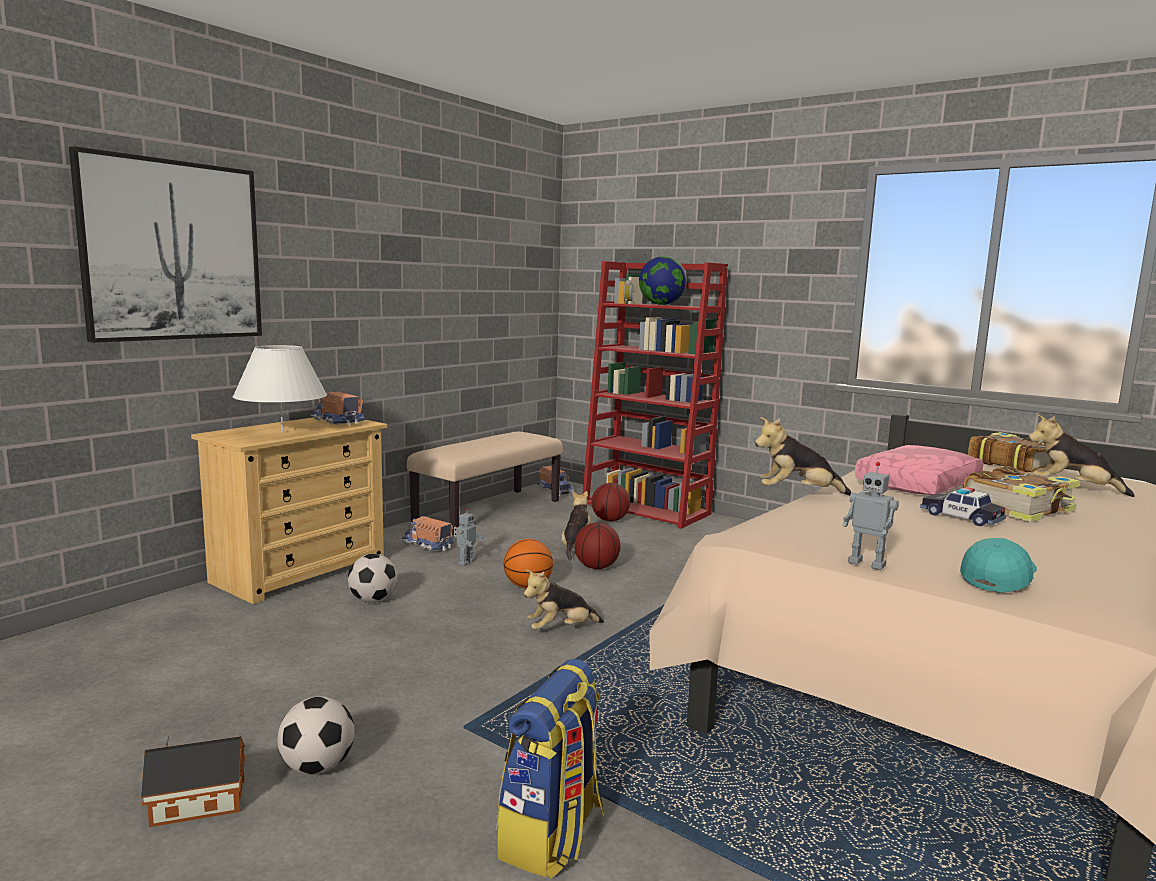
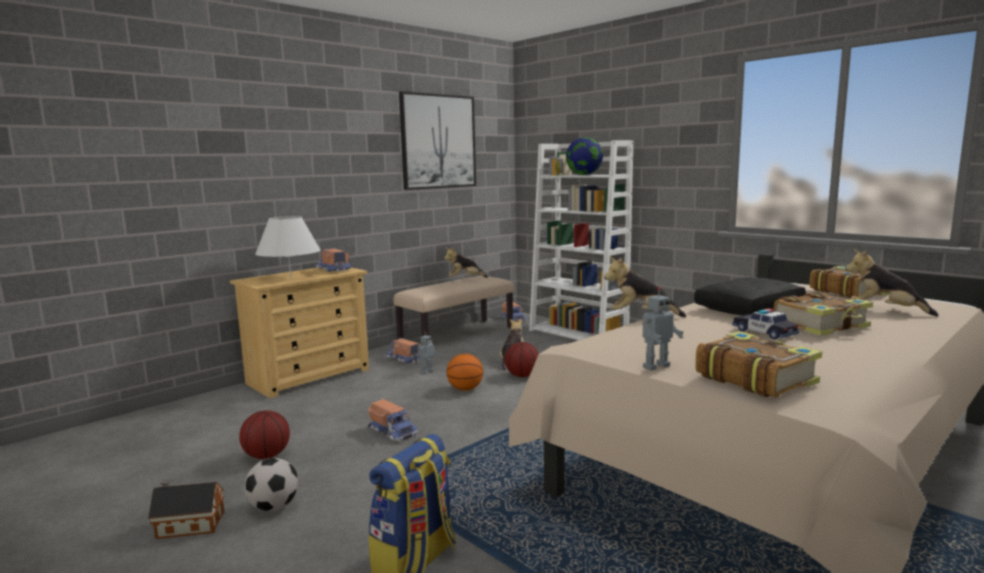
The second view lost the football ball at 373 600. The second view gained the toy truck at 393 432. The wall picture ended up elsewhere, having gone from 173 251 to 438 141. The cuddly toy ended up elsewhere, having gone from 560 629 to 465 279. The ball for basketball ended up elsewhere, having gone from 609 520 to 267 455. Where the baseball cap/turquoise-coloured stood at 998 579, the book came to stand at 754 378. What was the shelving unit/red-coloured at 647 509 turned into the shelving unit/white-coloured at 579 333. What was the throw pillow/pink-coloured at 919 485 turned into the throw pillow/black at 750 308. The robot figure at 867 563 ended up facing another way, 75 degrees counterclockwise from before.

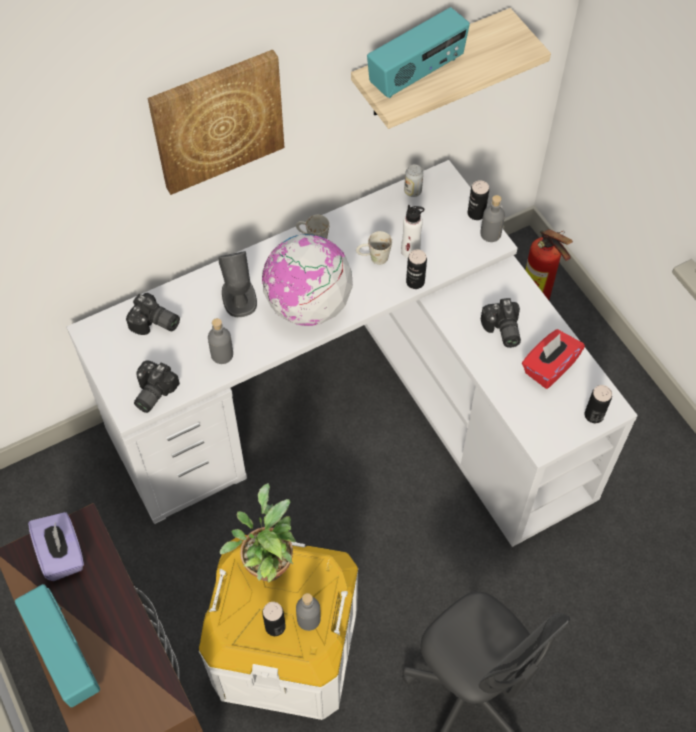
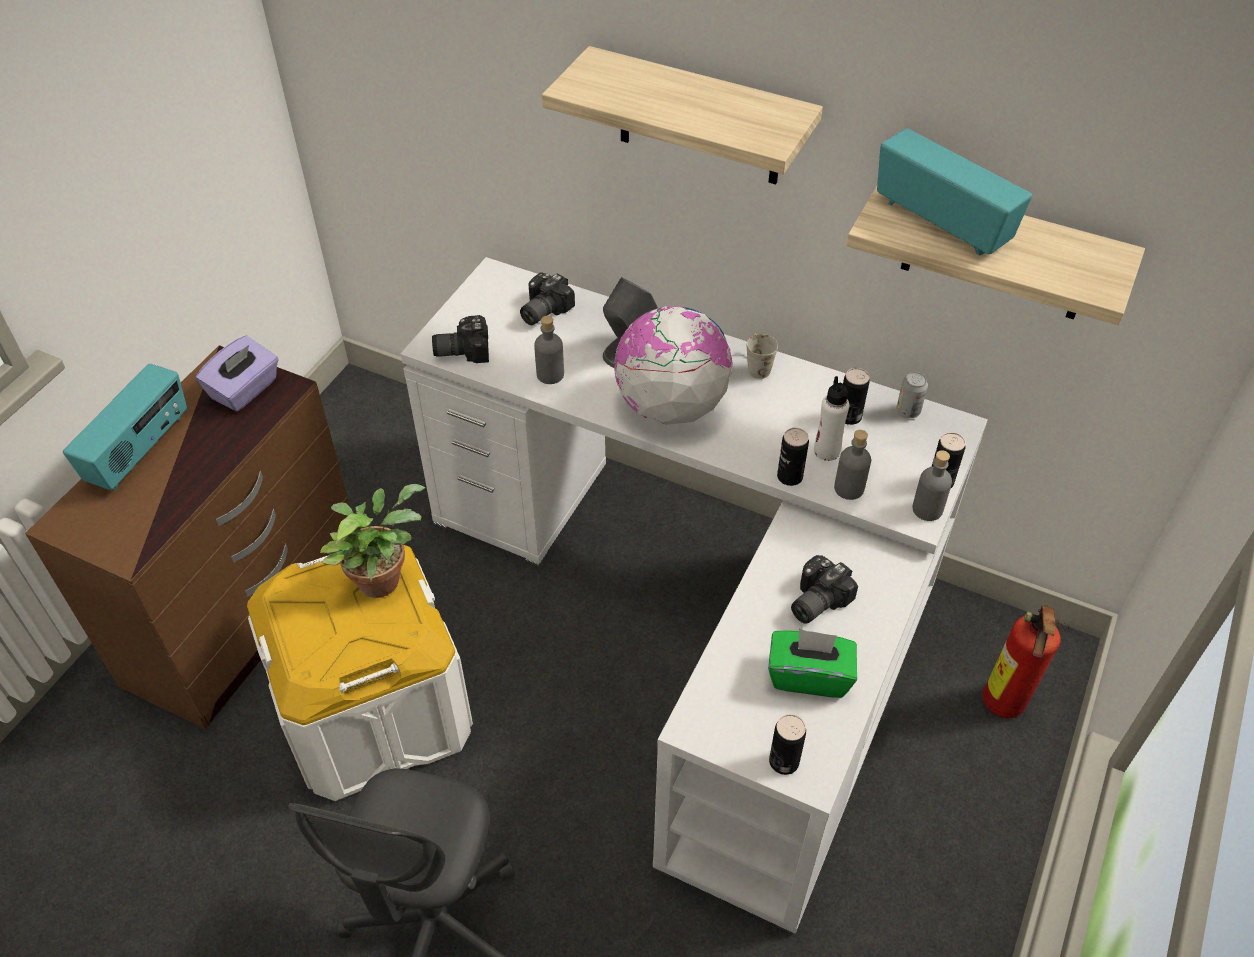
The second view lost the coffee mug/white-coloured at 373 258. The sealed can ended up elsewhere, having gone from 275 626 to 849 416. The bottle/gray ended up elsewhere, having gone from 308 619 to 849 488. Where the wall picture hung at 217 120, the wall shelf came to hang at 700 118. What was the tissue box/red-coloured at 549 367 turned into the tissue box/greenish at 809 675. The still camera at 155 324 ended up facing another way, 45 degrees clockwise from before. The radio receiver at 417 74 ended up facing another way, 150 degrees counterclockwise from before.

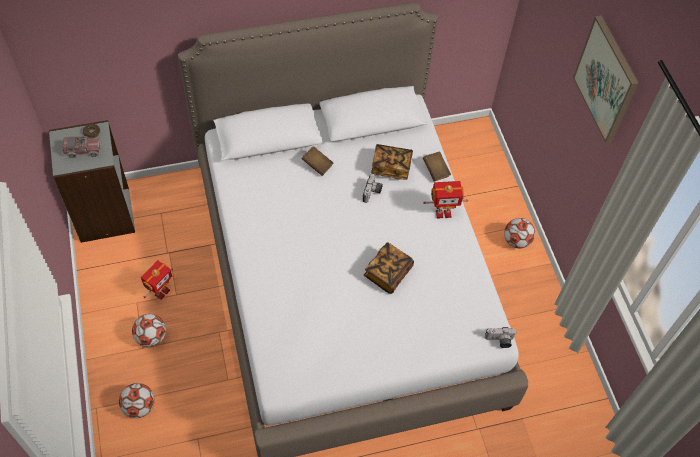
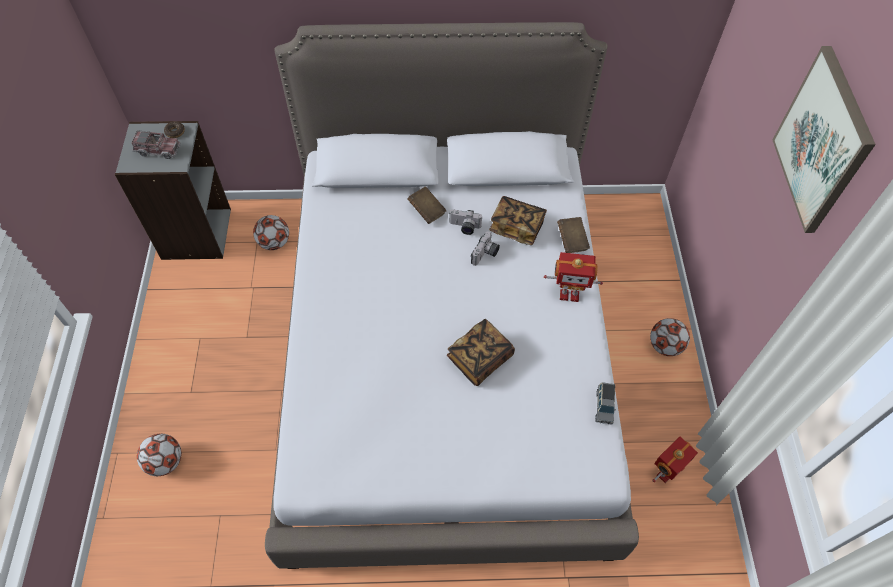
The second view gained the miniature car/gray at 604 407. The football ball ended up elsewhere, having gone from 151 337 to 274 243. The robot figure ended up elsewhere, having gone from 161 292 to 665 472. The still camera ended up elsewhere, having gone from 499 341 to 464 227.

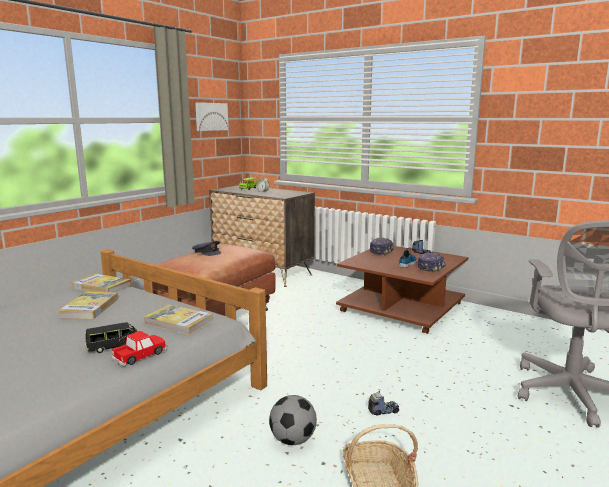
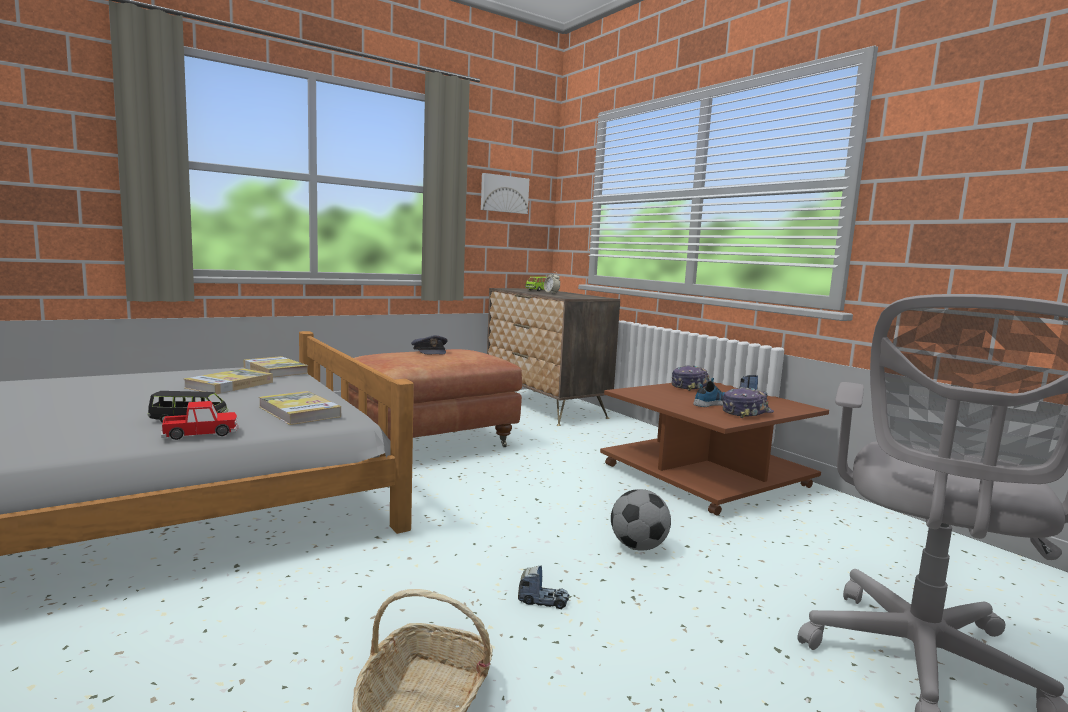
The football ball ended up elsewhere, having gone from 293 440 to 638 547.

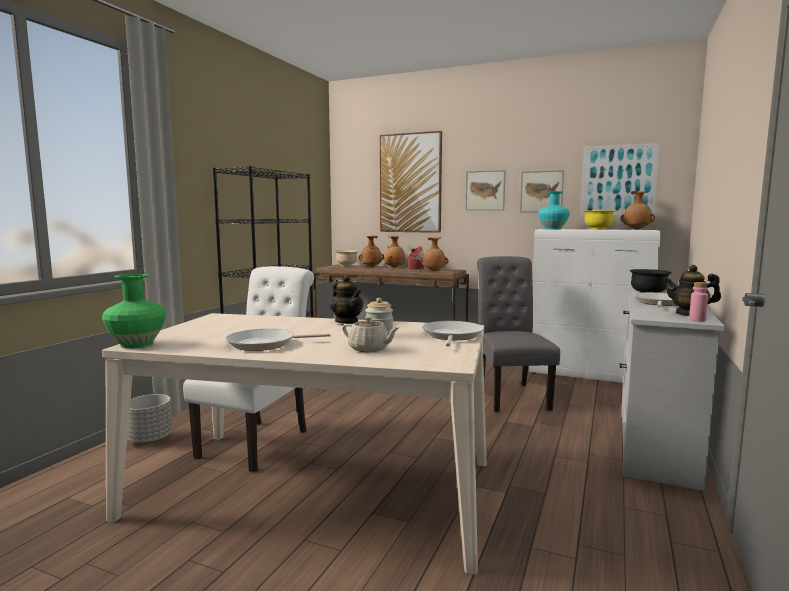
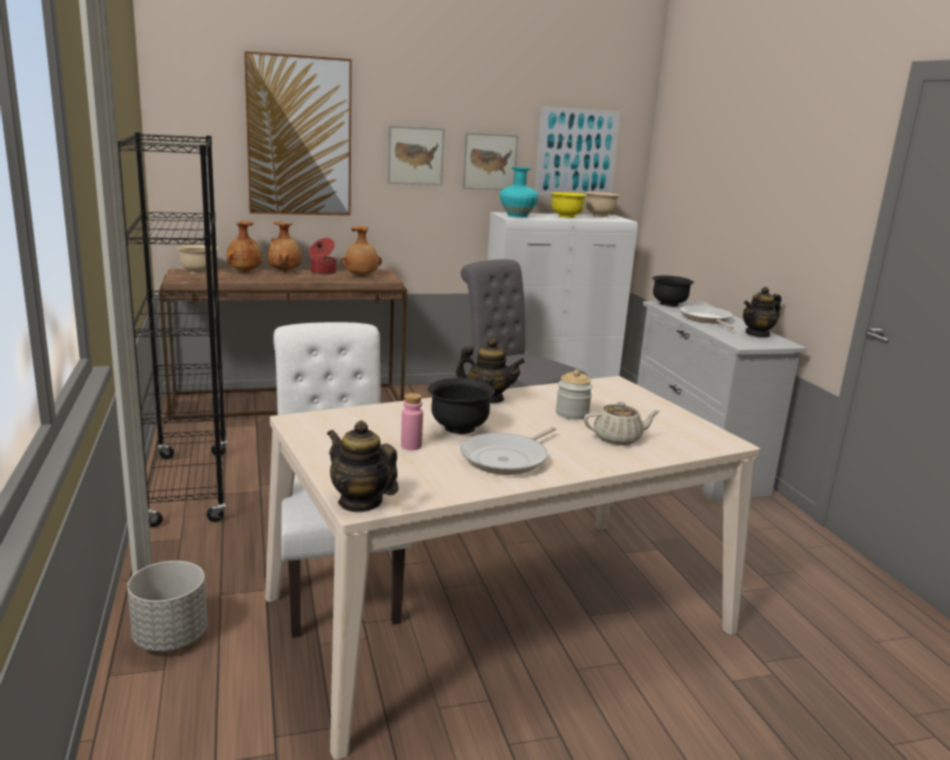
The second view lost the frying pan at 451 336. The second view gained the bowl/black at 459 428. The bottle/pink-coloured ended up elsewhere, having gone from 697 320 to 411 446. Where the vase/greenish stood at 136 344, the teapot came to stand at 360 502. Where the vase/brownish stood at 636 229, the bowl/beige came to stand at 600 216.

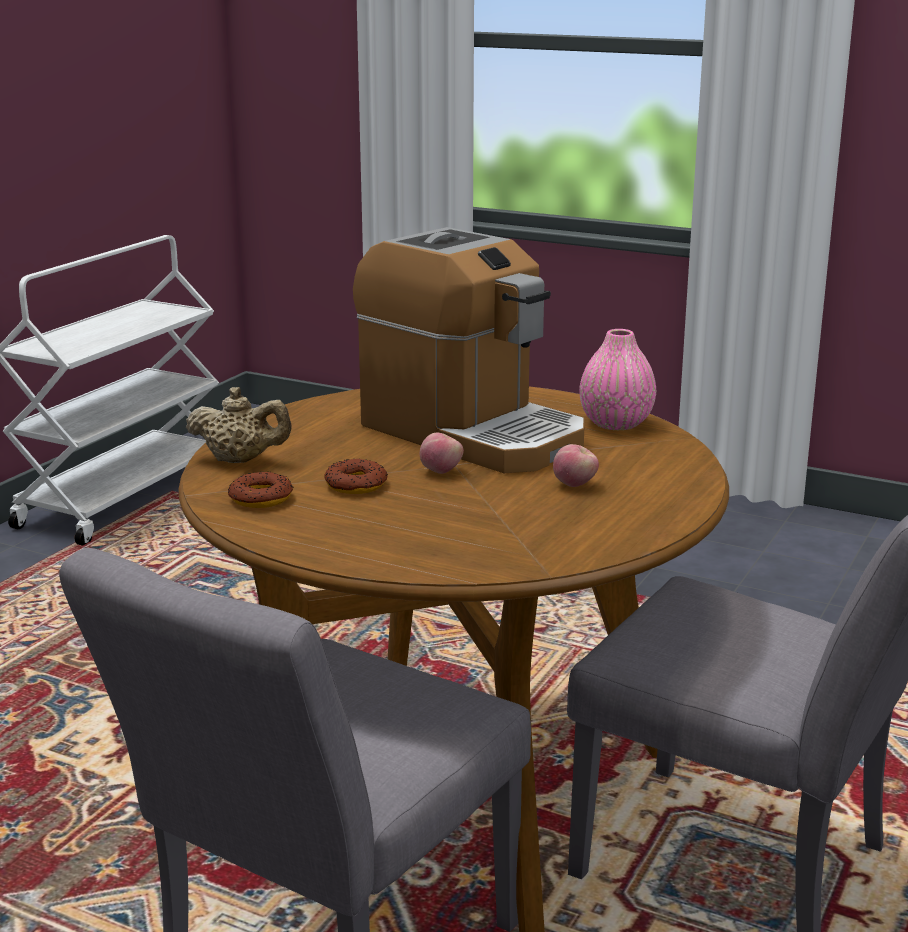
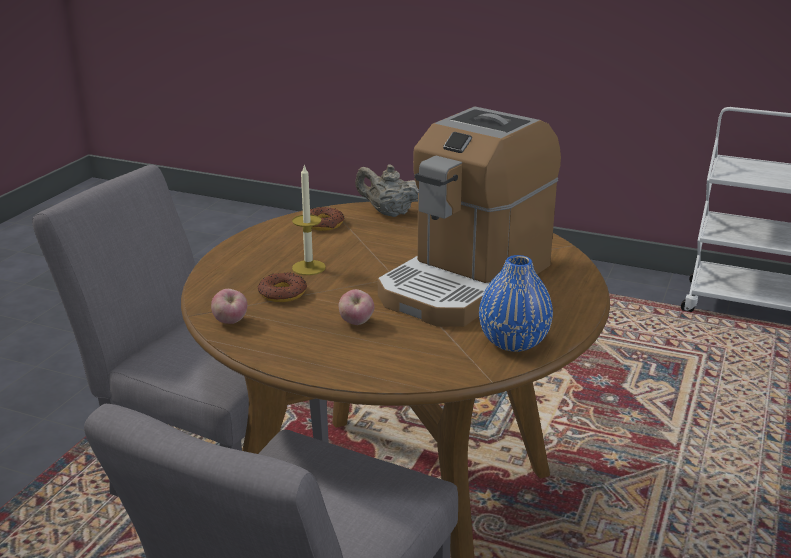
The second view gained the wax light at 308 267. The ring doughnut ended up elsewhere, having gone from 355 485 to 282 293. The apple ended up elsewhere, having gone from 441 471 to 230 322. What was the vase/pink-coloured at 616 423 turned into the vase/blue-coloured at 514 342. The teapot/beige at 241 460 ended up facing another way, 105 degrees clockwise from before.

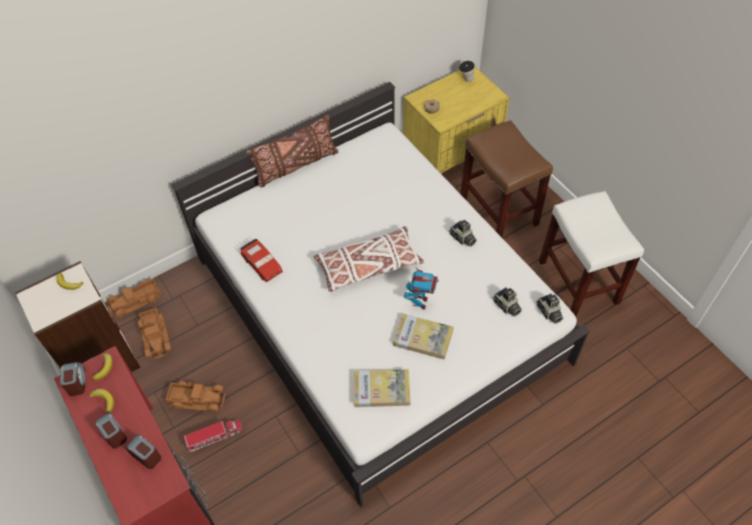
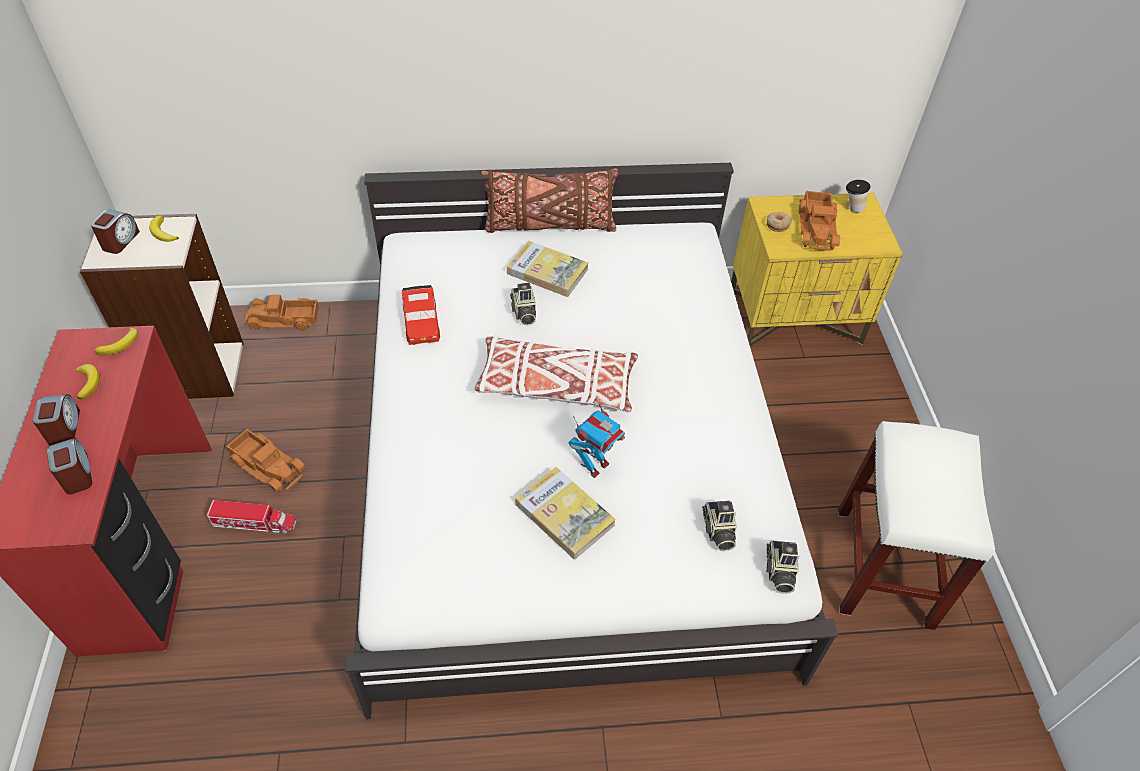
The second view lost the sitting stool/brownish at 499 212. The bedside clock ended up elsewhere, having gone from 77 382 to 120 241. The toy truck ended up elsewhere, having gone from 156 336 to 817 228. The book ended up elsewhere, having gone from 381 389 to 547 271. The still camera ended up elsewhere, having gone from 462 239 to 523 313.

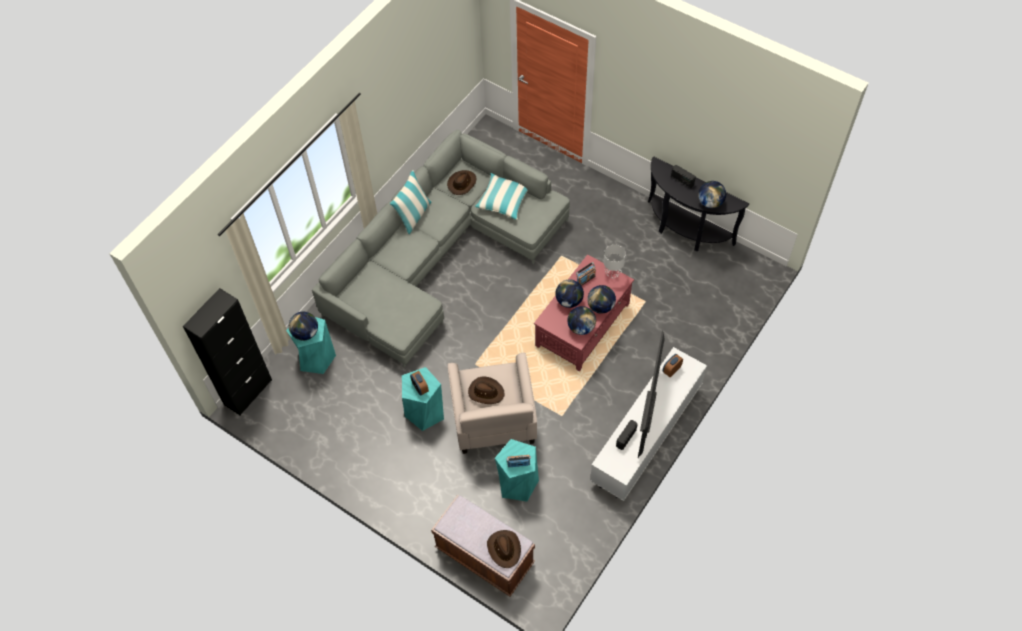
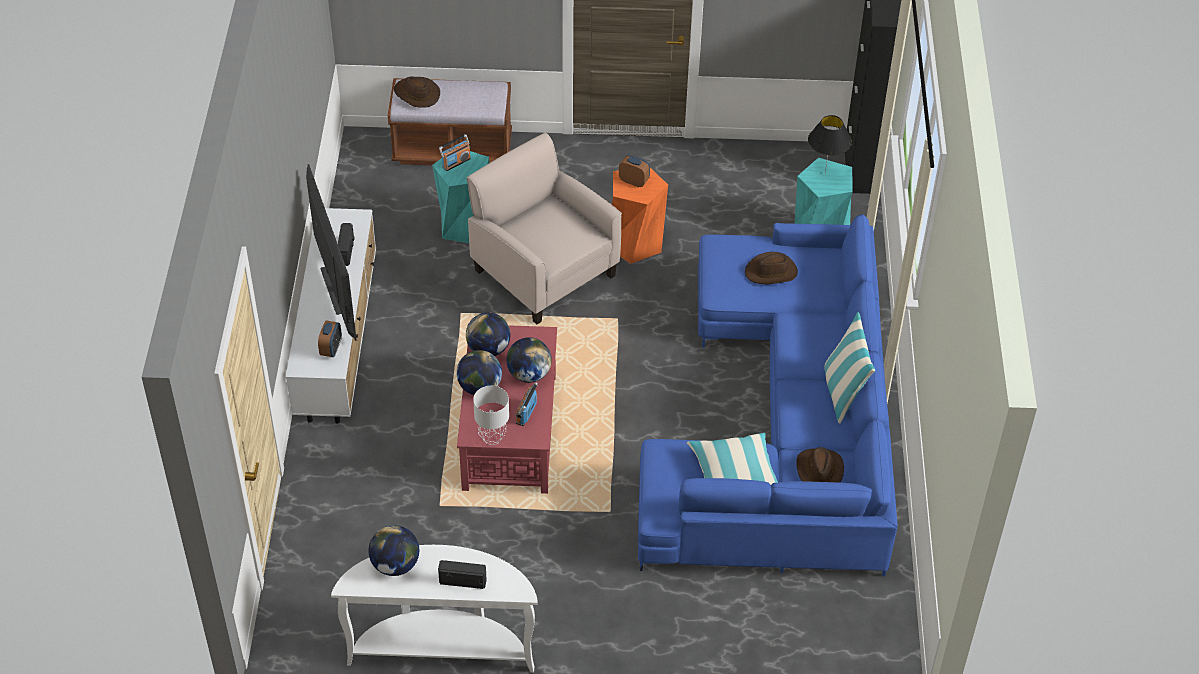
The clothing hat/brownish ended up elsewhere, having gone from 486 392 to 771 272. Where the world globe stood at 306 333, the lamp for a table/black came to stand at 825 174. What was the couch/gray at 440 255 turned into the couch/blue-coloured at 784 428. What was the sitting stool/turquoise-coloured at 425 412 turned into the sitting stool/orange-coloured at 634 242. What was the console table/black at 685 230 turned into the console table/white-coloured at 442 647.

